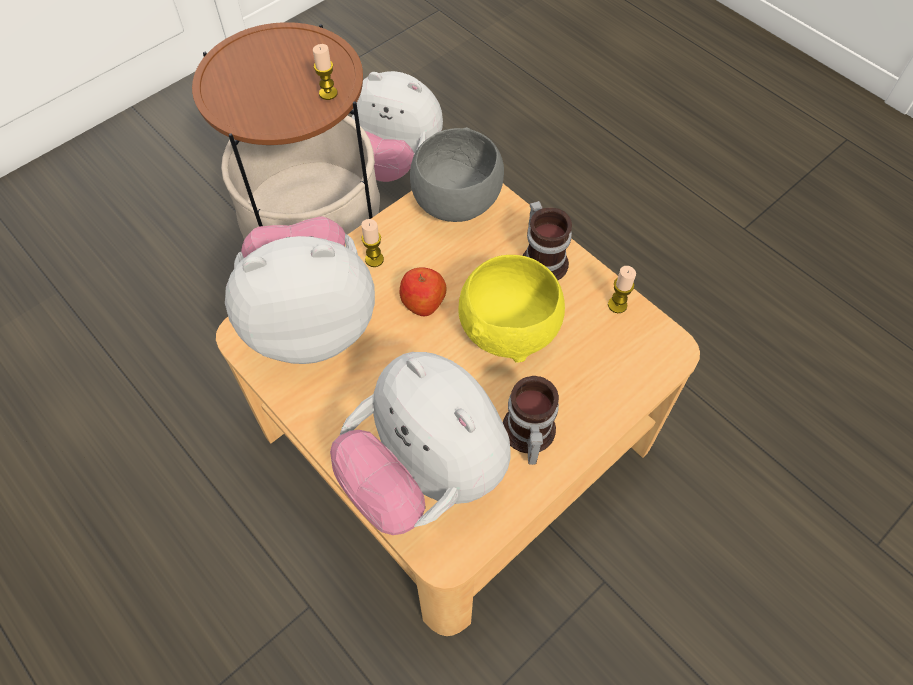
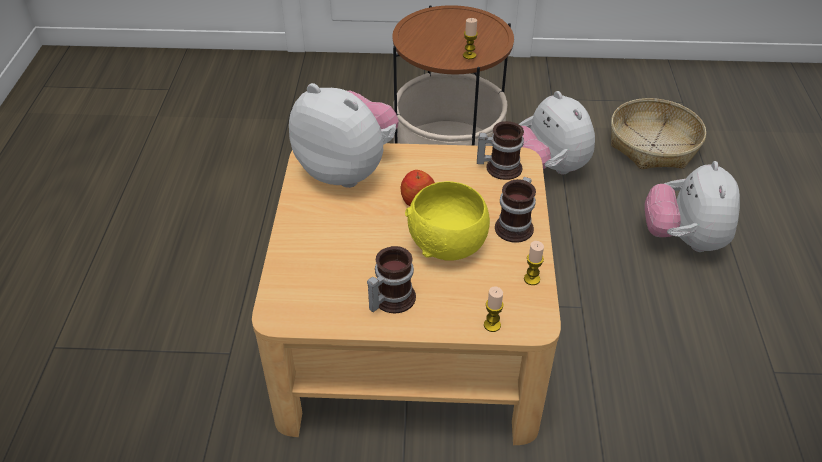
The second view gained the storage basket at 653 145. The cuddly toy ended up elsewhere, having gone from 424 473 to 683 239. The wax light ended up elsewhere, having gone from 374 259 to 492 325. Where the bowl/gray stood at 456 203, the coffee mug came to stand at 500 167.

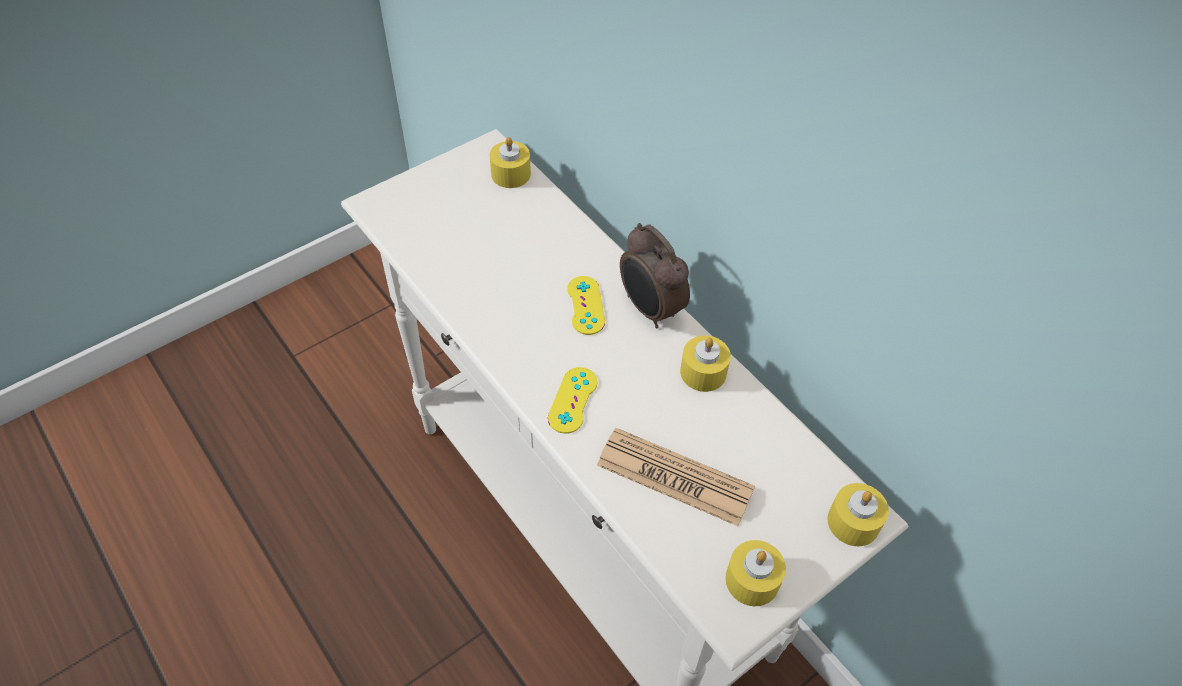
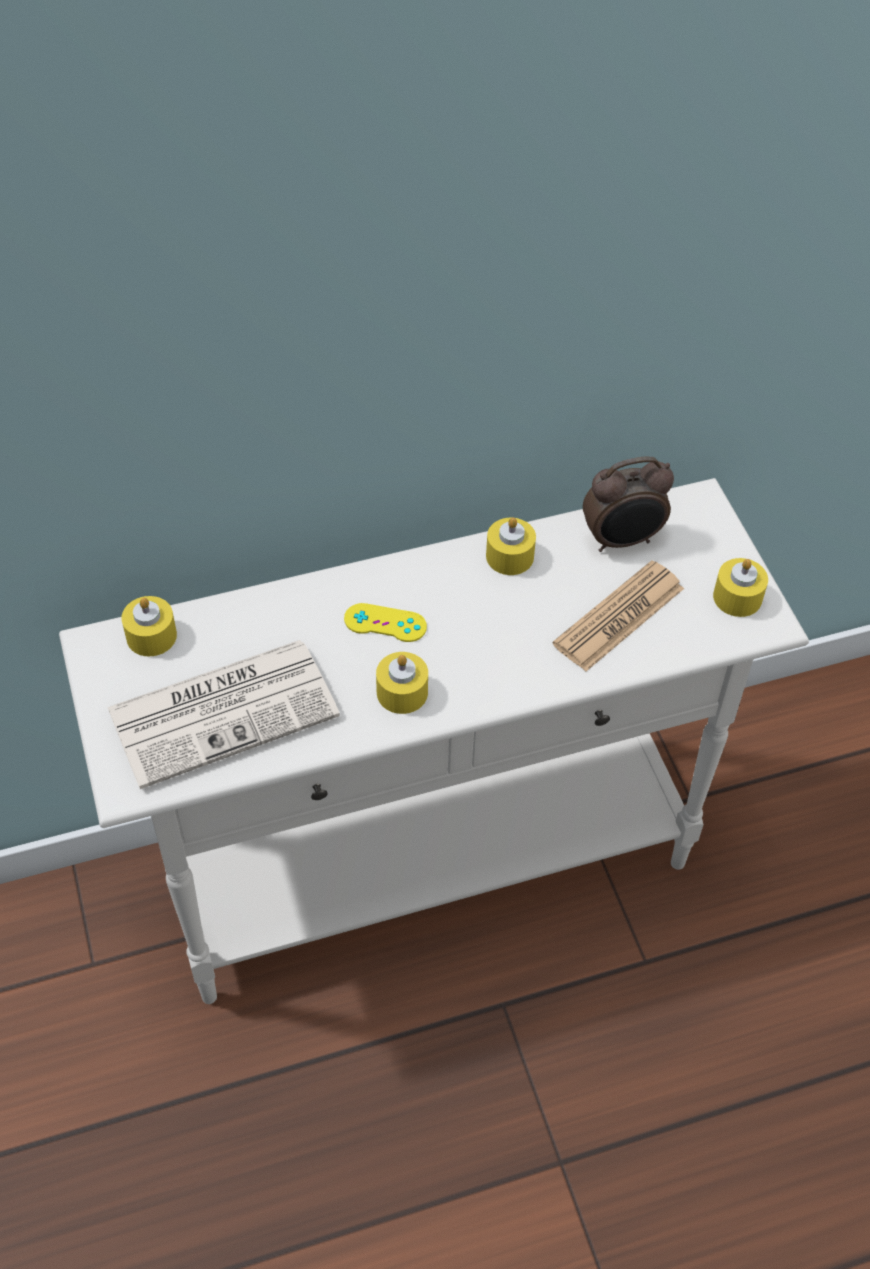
The second view lost the joypad/yellowish at 573 400. The second view gained the printed paper at 225 710. The bedside clock ended up elsewhere, having gone from 649 309 to 622 540. The wax light/yellowish ended up elsewhere, having gone from 853 522 to 402 692.

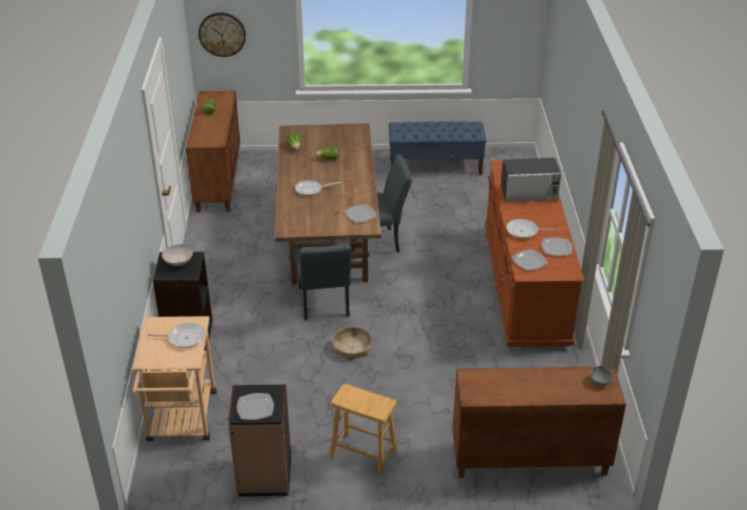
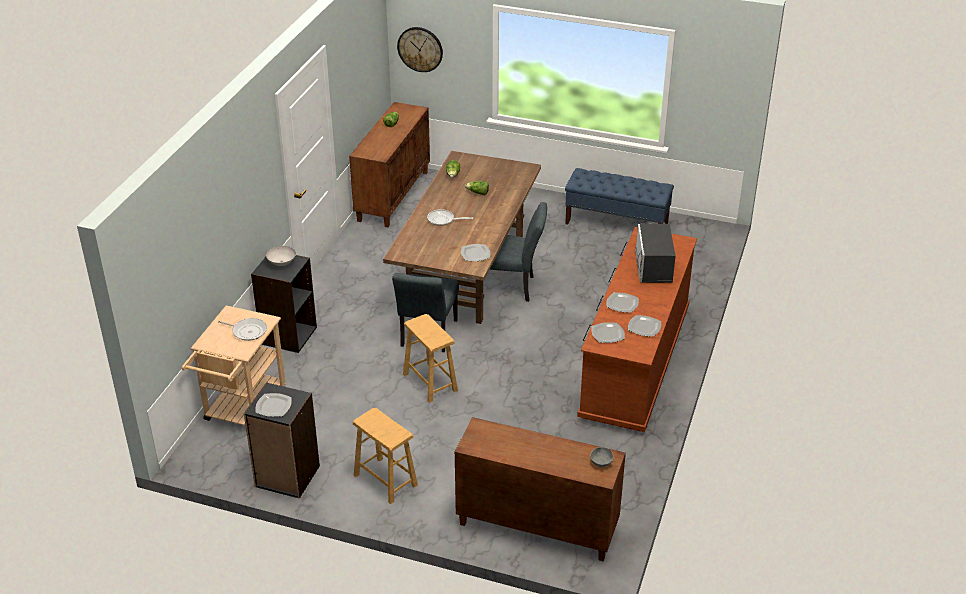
Where the storage basket stood at 352 348, the sitting stool/brownish came to stand at 430 382. Where the frying pan stood at 524 231, the plate came to stand at 622 304. The kitchen microwave at 529 193 ended up facing another way, 75 degrees clockwise from before.

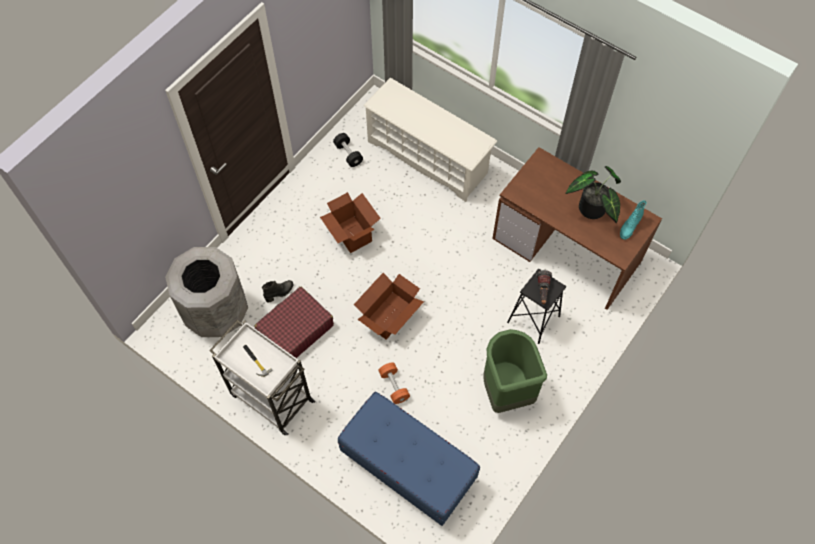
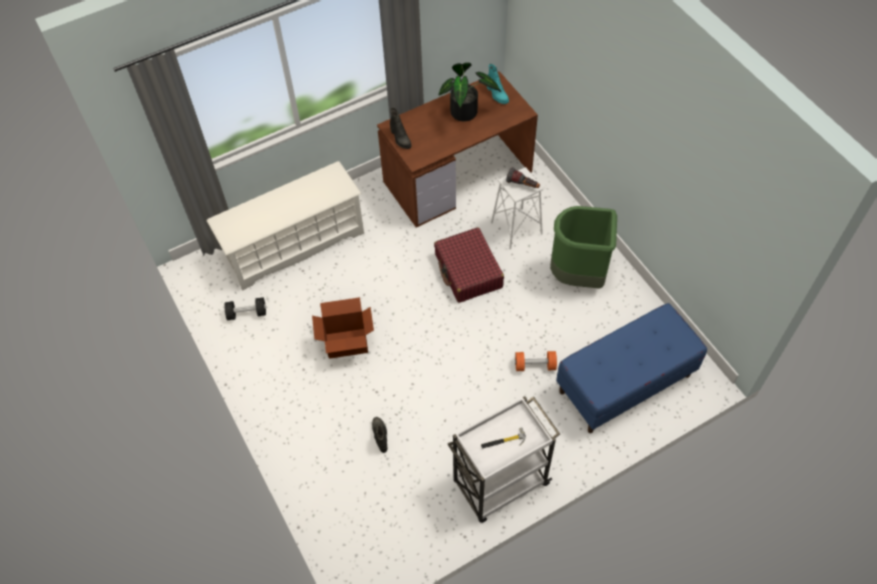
The second view lost the trash can/gray at 216 312. The second view lost the packing box at 388 315. The second view gained the tall boot/black at 400 139. The travel case/red-coloured ended up elsewhere, having gone from 295 330 to 468 271. What was the sitting stool/black at 533 319 turned into the sitting stool/white-coloured at 516 228.

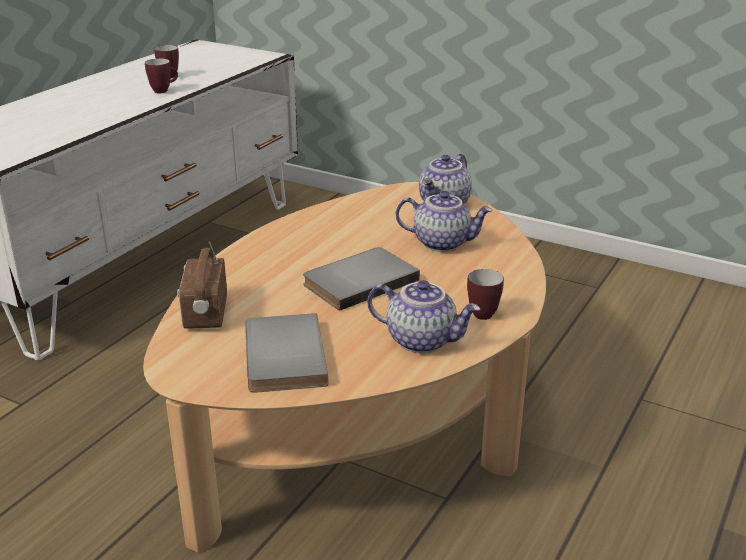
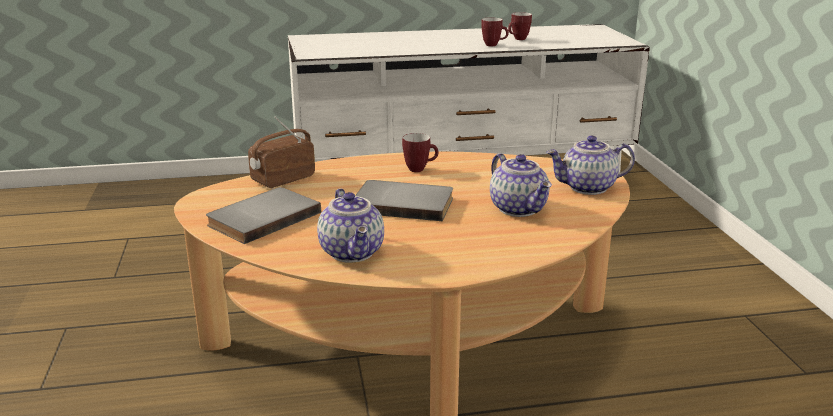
The coffee mug ended up elsewhere, having gone from 484 312 to 420 169.

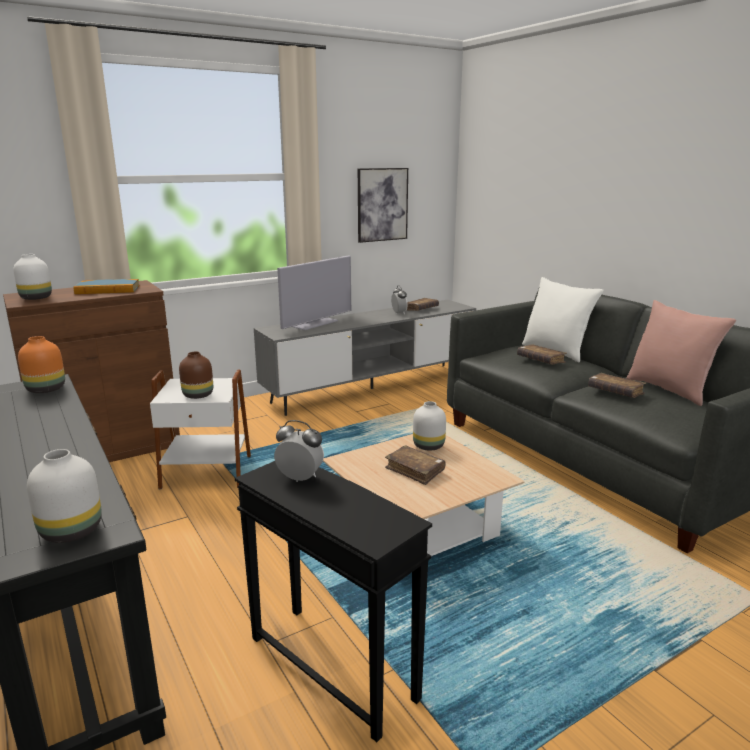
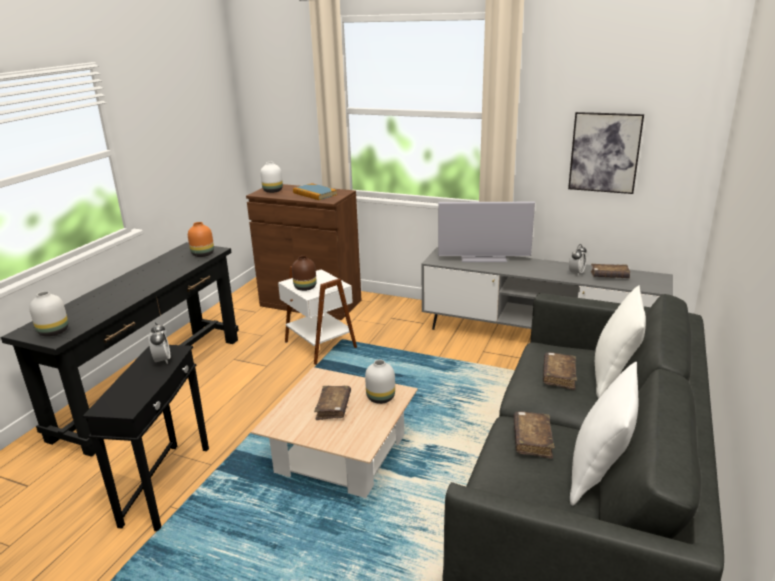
What was the throw pillow/pink-coloured at 669 390 turned into the throw pillow/white-coloured at 599 474.

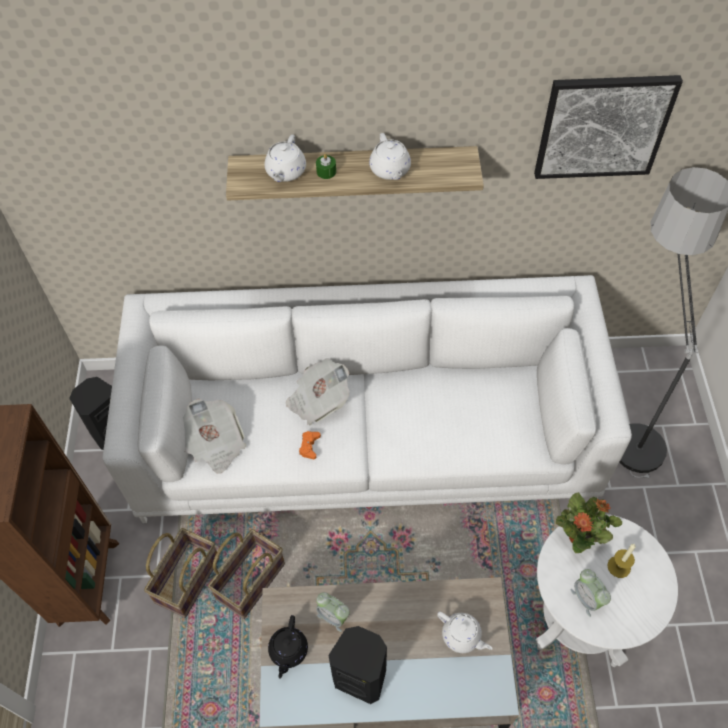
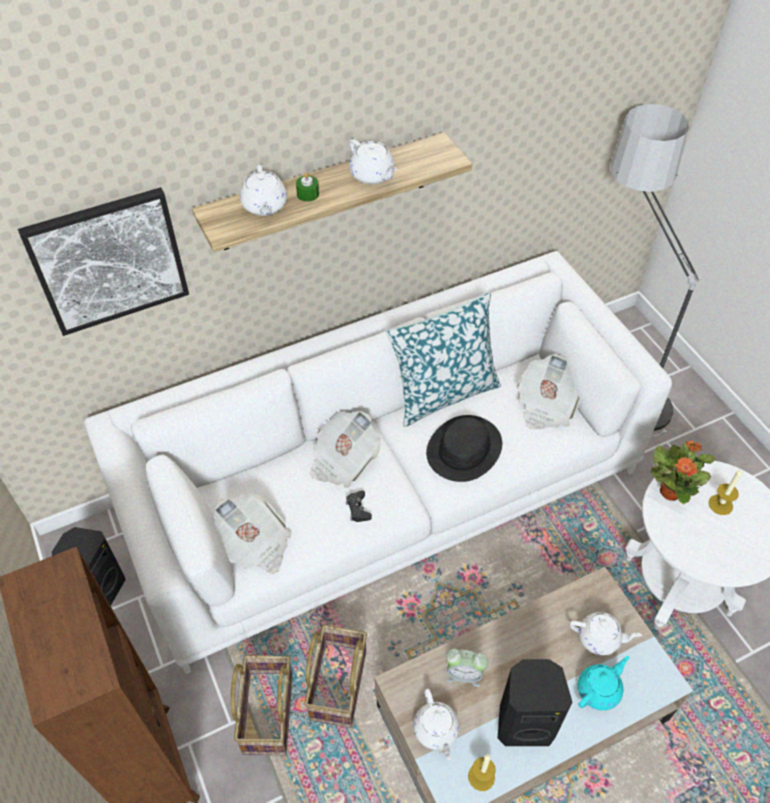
The second view lost the bedside clock at 587 598. The second view gained the throw pillow at 443 393. The second view gained the clothing hat/black at 464 449. The second view gained the wax light at 481 776. The second view gained the printed paper at 546 405. The second view gained the teapot/turquoise-coloured at 599 690. The wall picture ended up elsewhere, having gone from 603 126 to 108 261. What was the teapot/black at 288 651 turned into the teapot/white-coloured at 436 730. What was the joypad/orange-coloured at 309 446 turned into the joypad/black at 358 509.

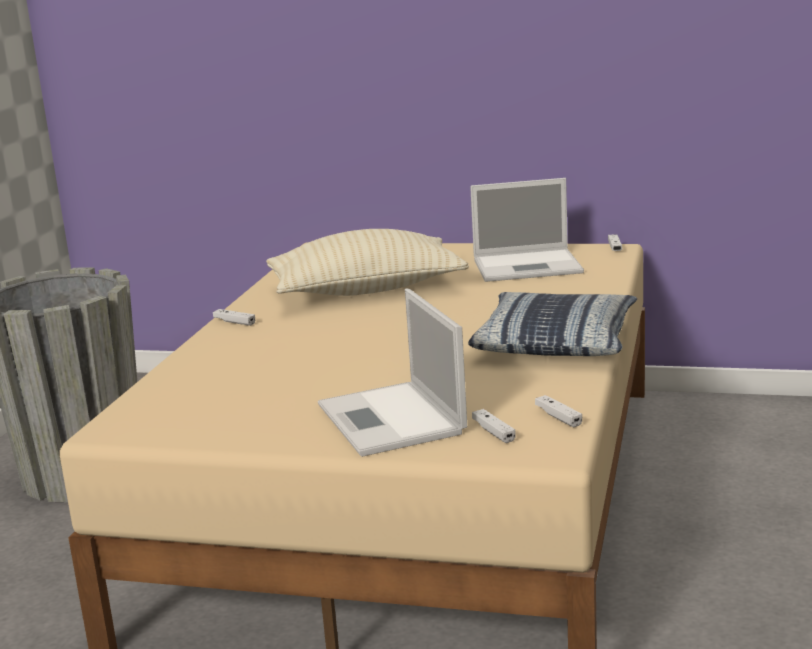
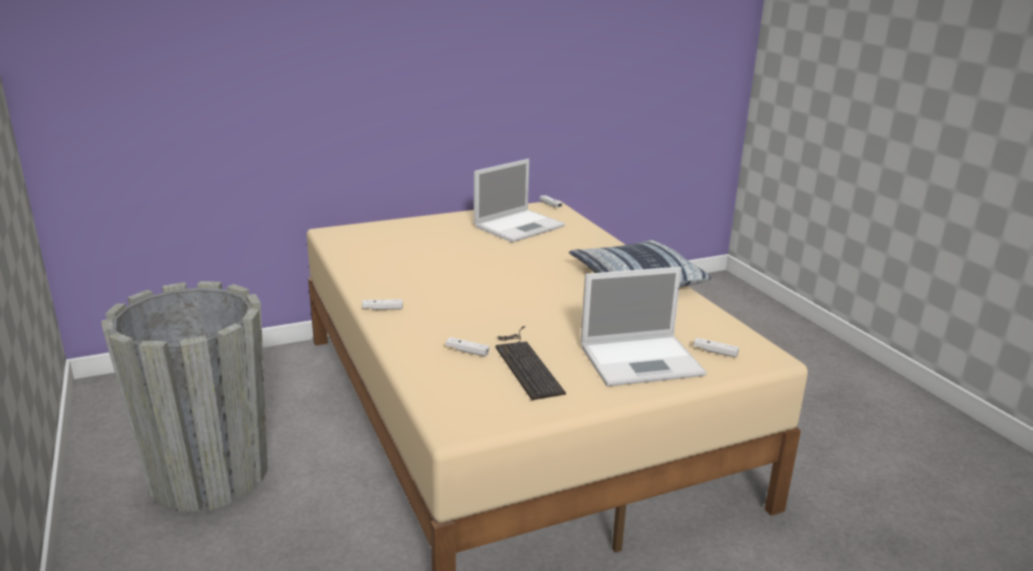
The second view lost the throw pillow/beige at 366 290. The second view gained the PC keyboard at 526 363. The joypad/white-coloured ended up elsewhere, having gone from 558 417 to 467 351. The notebook computer at 392 420 ended up facing another way, 45 degrees counterclockwise from before.

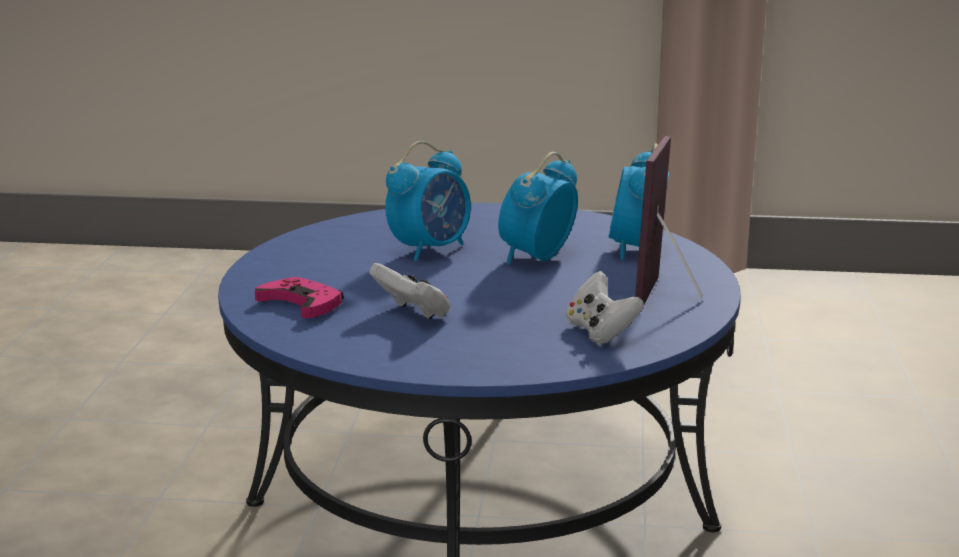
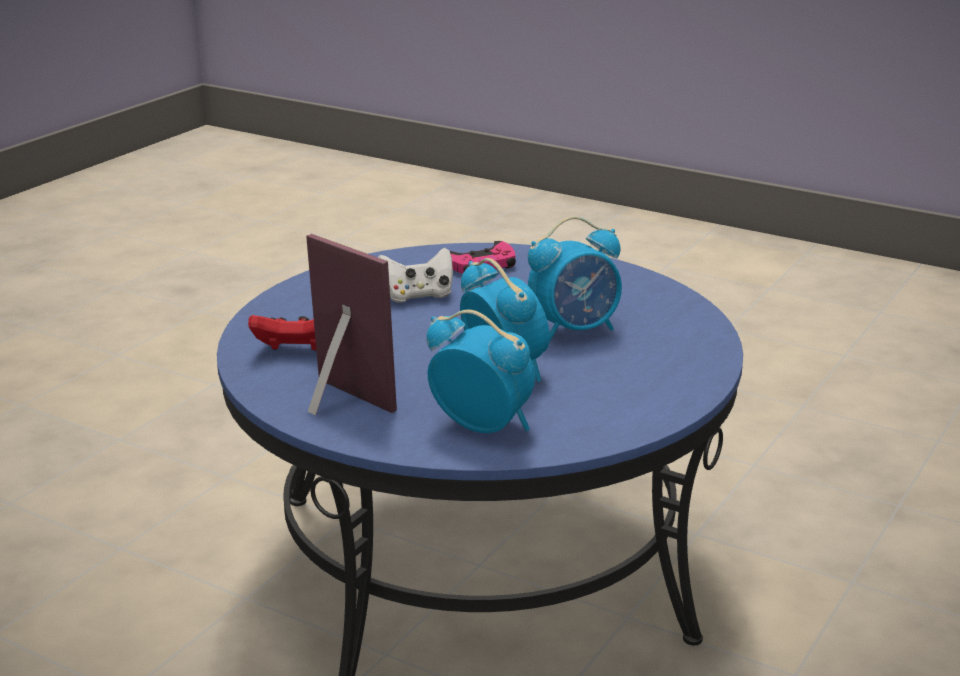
What was the joypad/white-coloured at 600 332 turned into the joypad/red-coloured at 295 351. The bedside clock at 430 249 ended up facing another way, 90 degrees counterclockwise from before.

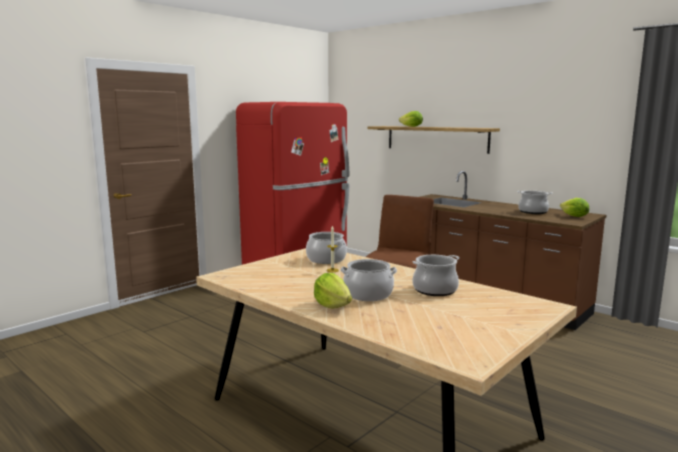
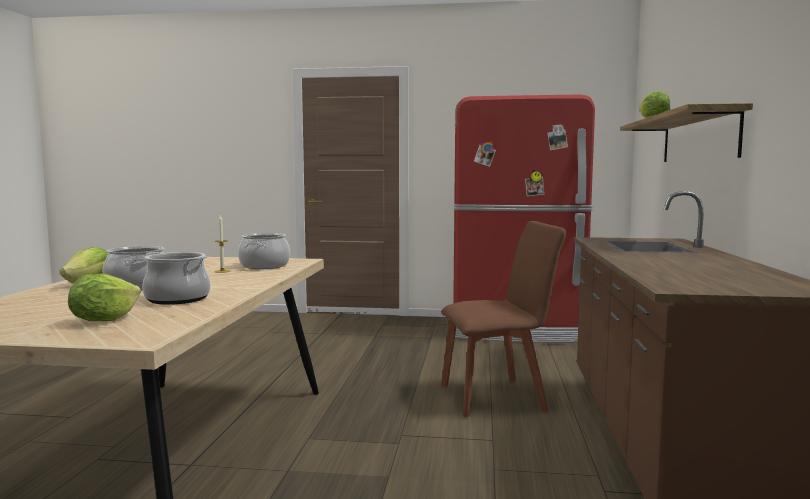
The second view lost the cooking pot at 533 212. The head of lettuce ended up elsewhere, having gone from 574 216 to 104 320.

